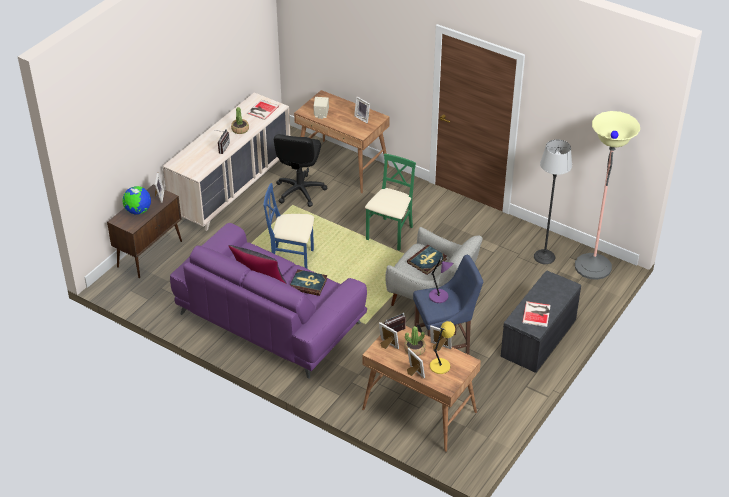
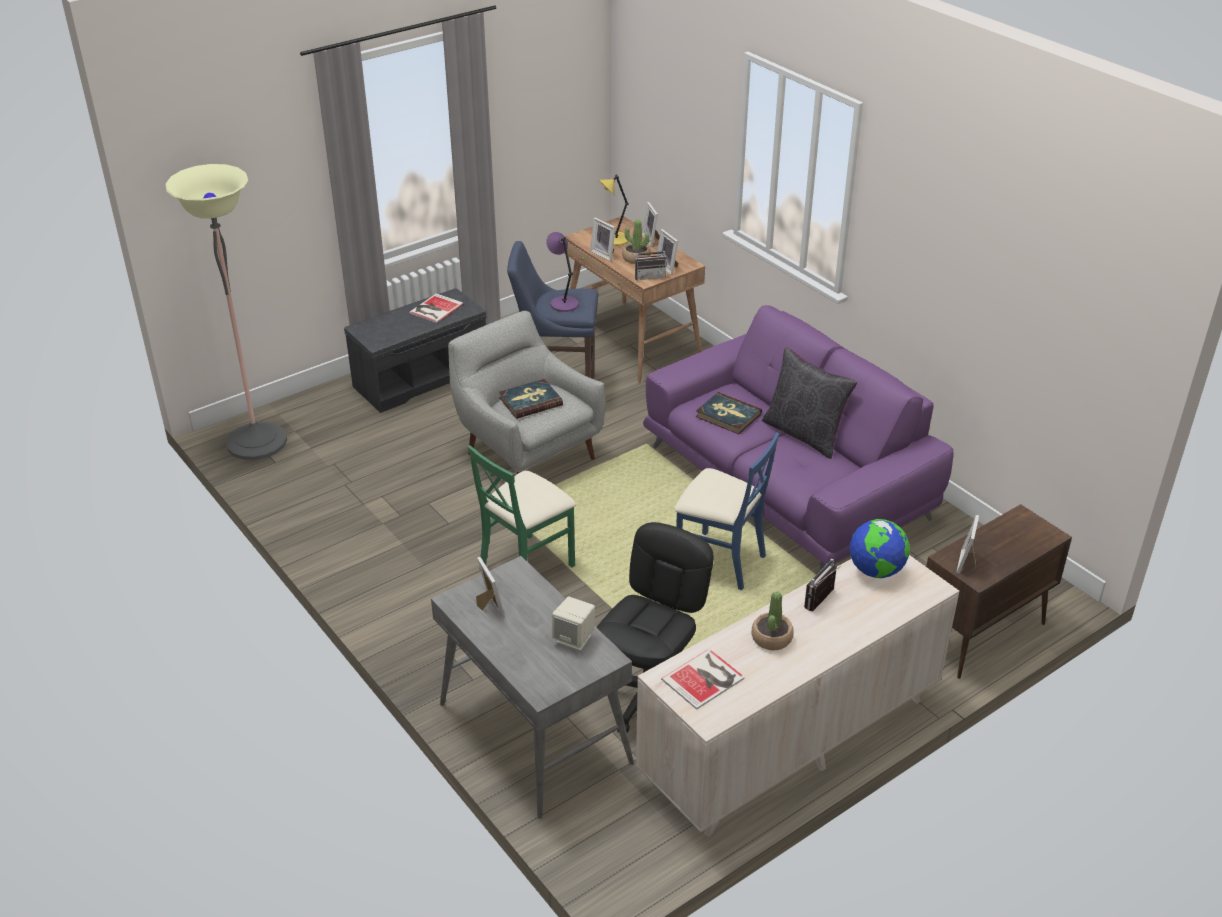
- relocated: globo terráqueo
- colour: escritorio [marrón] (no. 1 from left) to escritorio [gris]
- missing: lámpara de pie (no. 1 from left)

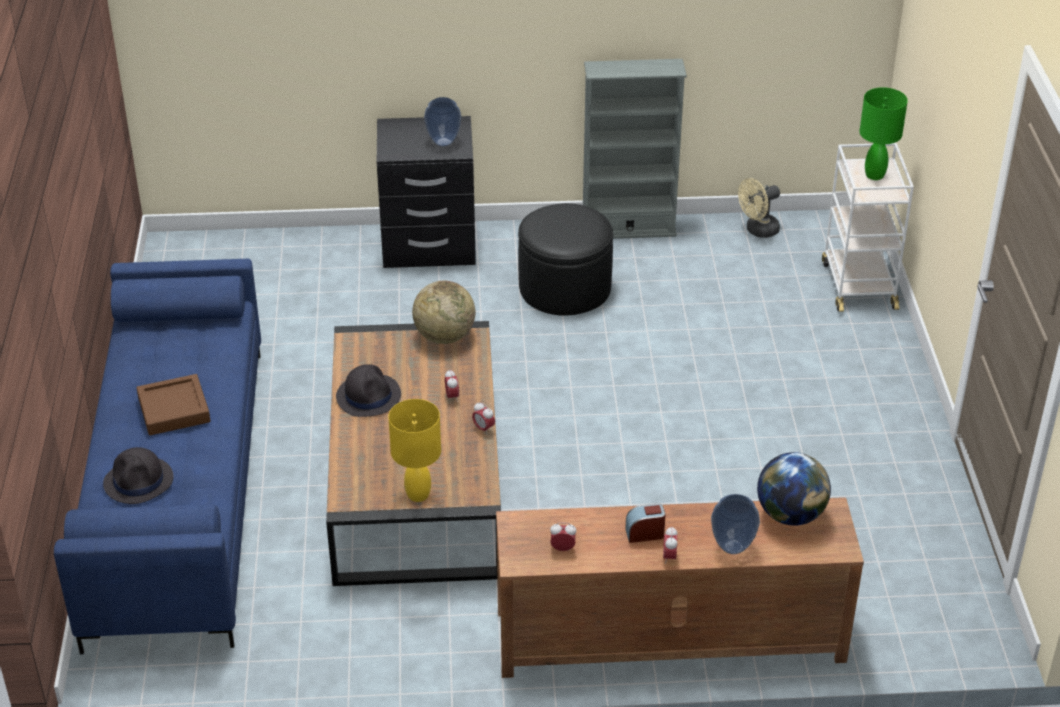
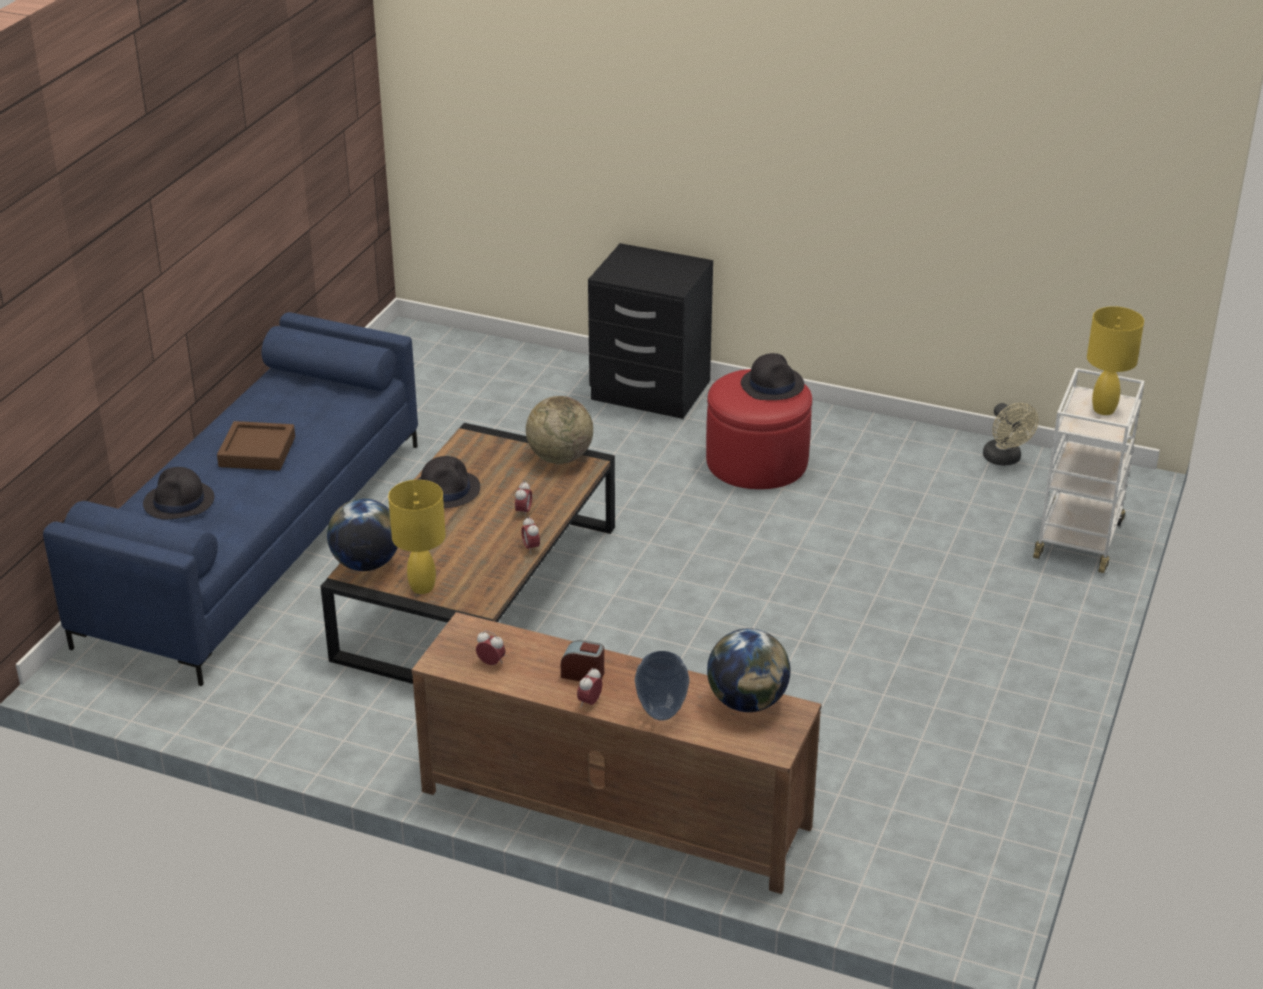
- missing: florero (no. 1 from left)
- colour: puf [negro] to puf [rojo]
- missing: estantería [gris]
- spun: ventilador [beis] 105 degrees counterclockwise
- colour: lámpara de mesa [verde] to lámpara de mesa [amarillo] (no. 2 from left)
- appeared: globo terráqueo (no. 1 from left)
- appeared: sombrero [negro] (no. 3 from left)

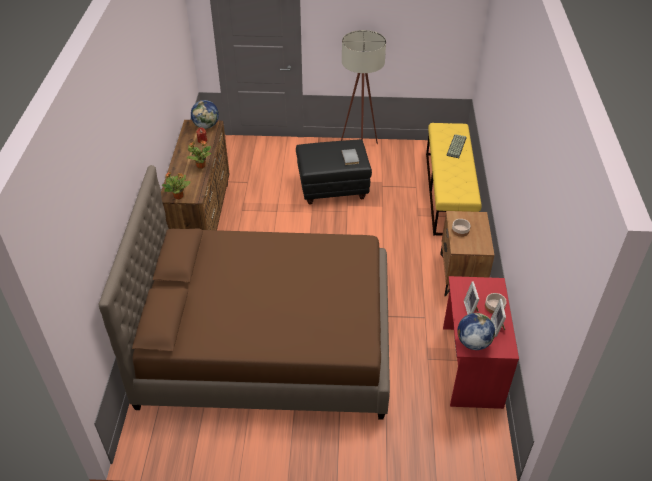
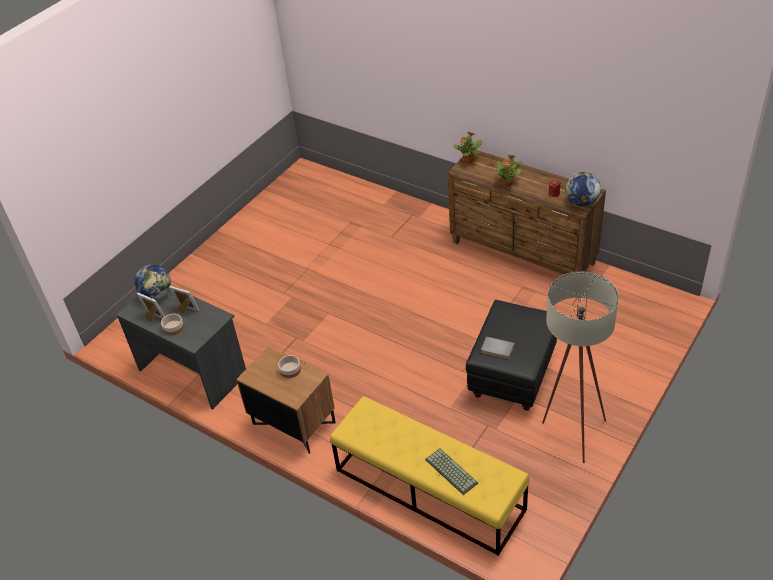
- missing: cama [marrón]
- colour: escritorio [rojo] to escritorio [gris]

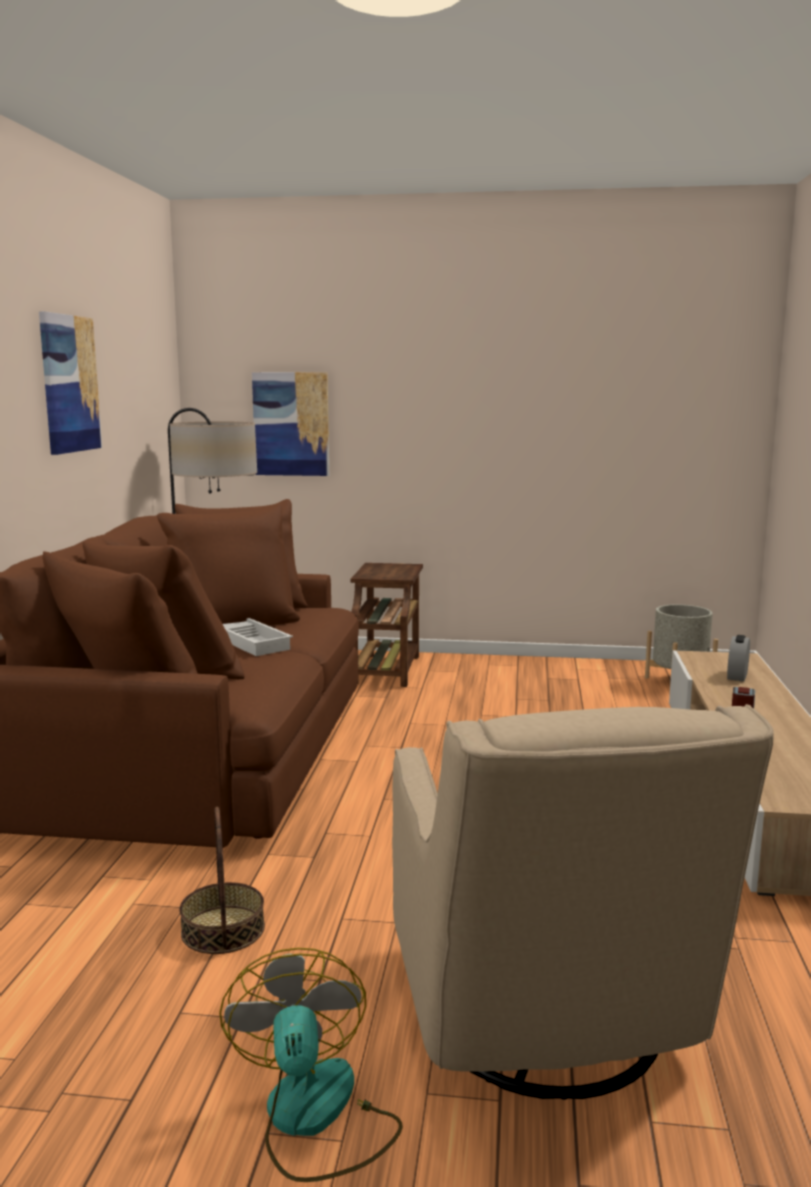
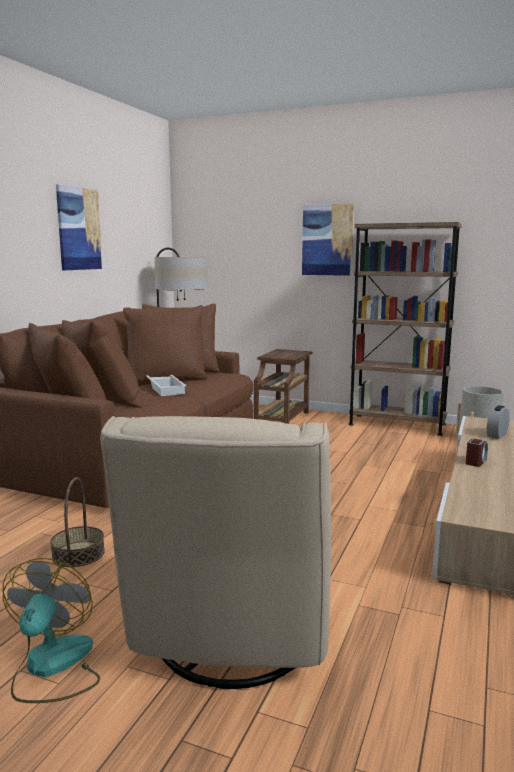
- relocated: cuadro (no. 2 from left)
- appeared: estantería [marrón]

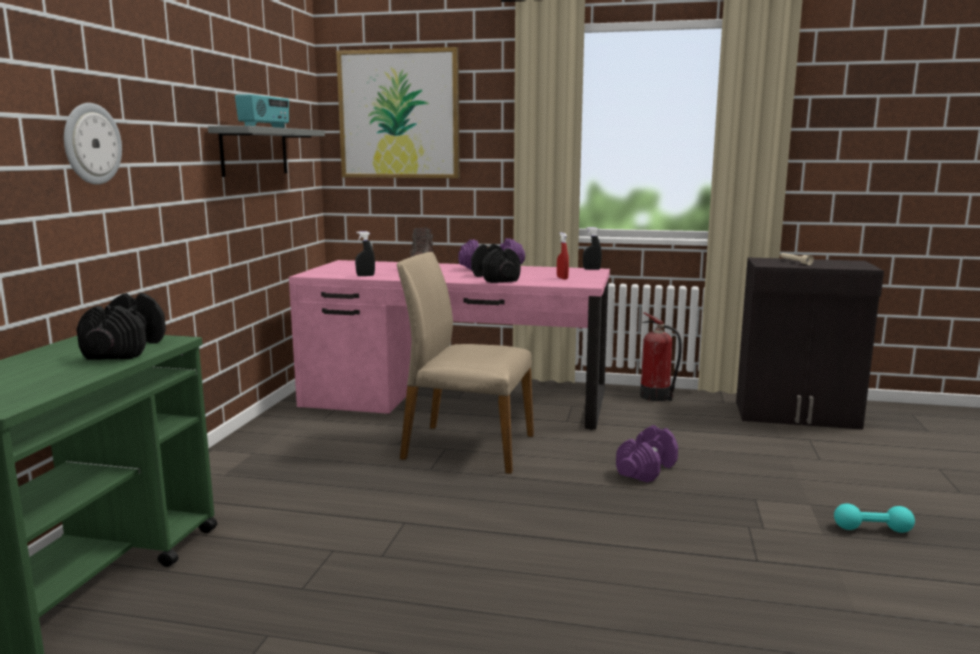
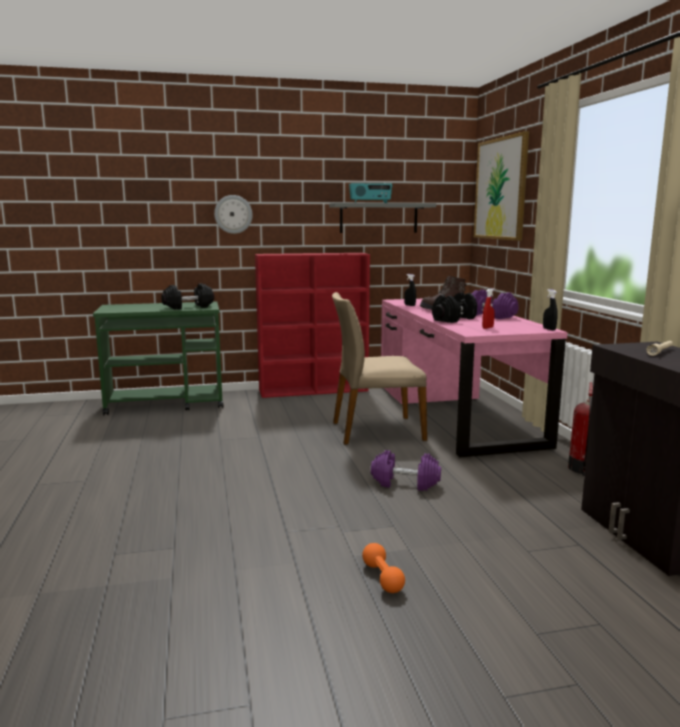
- spun: silla [beis] 90 degrees counterclockwise
- colour: mancuerna [turquesa] to mancuerna [naranja]
- appeared: estantería [rojo]

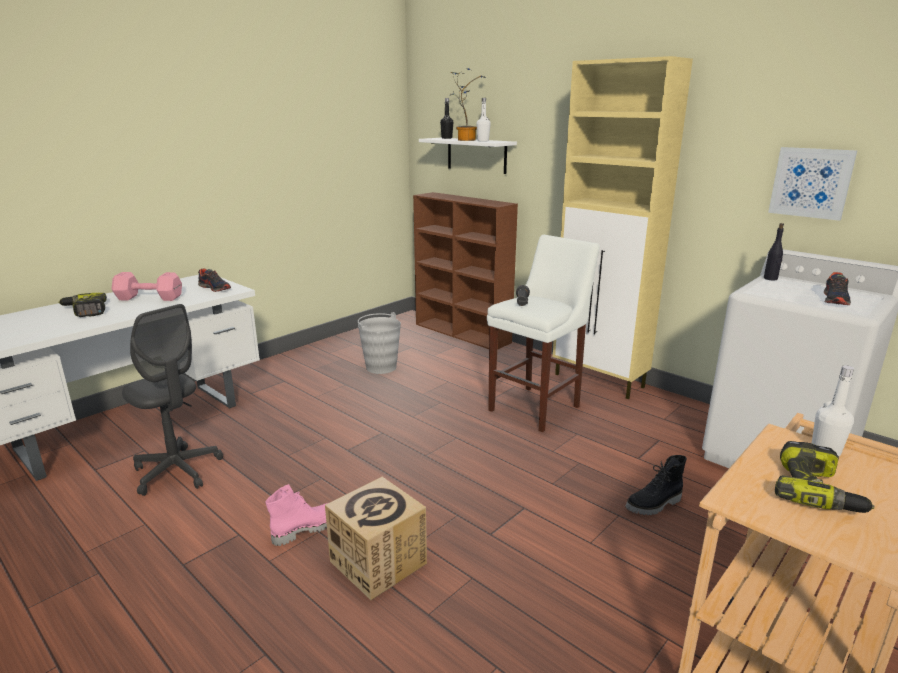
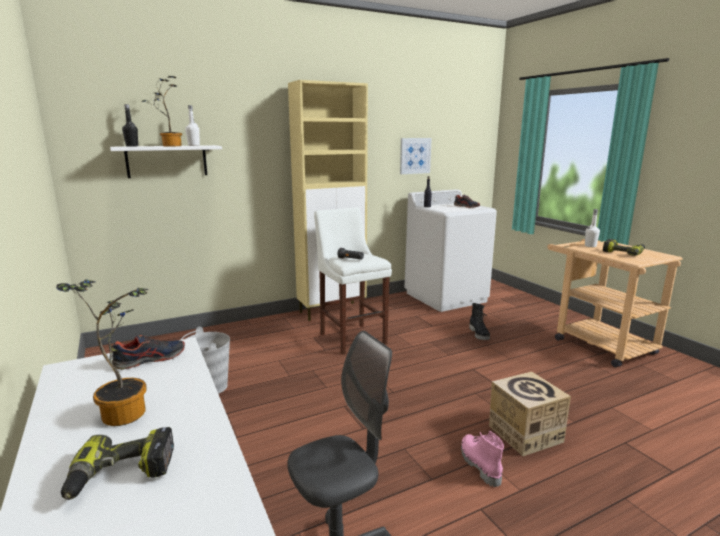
- exchanged: mancuerna [rosa] to planta en maceta (no. 1 from left)
- missing: estantería [marrón]

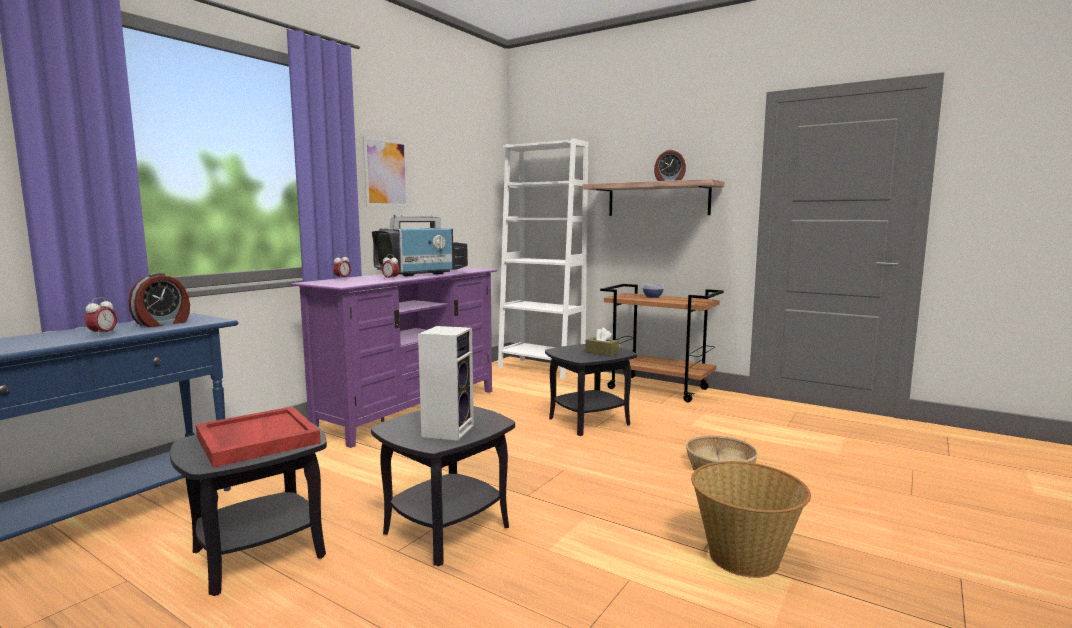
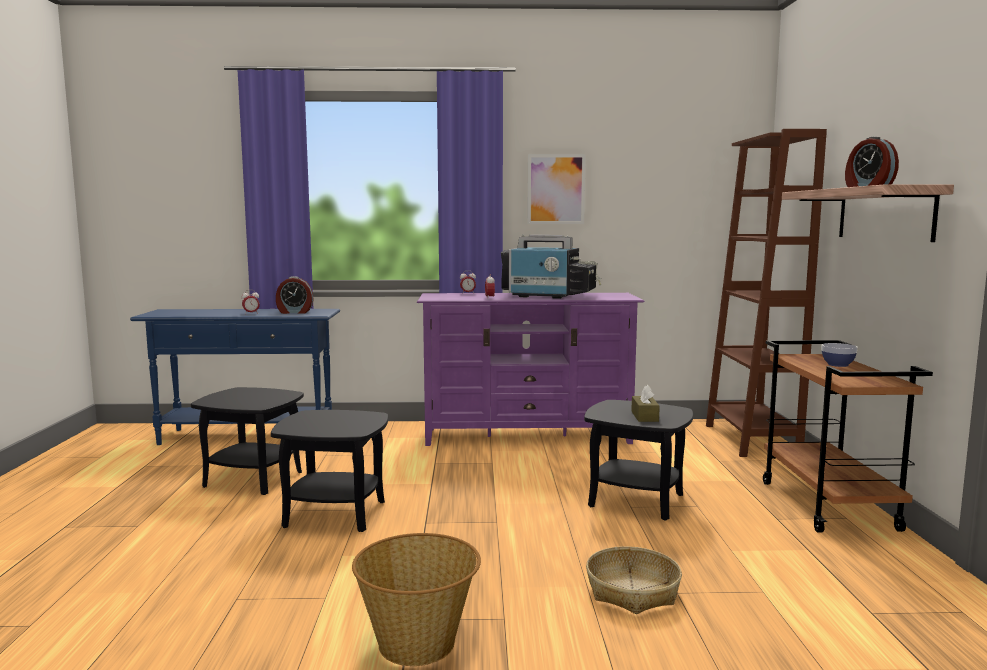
- missing: bandeja [rojo]
- missing: altavoz
- colour: estantería [blanco] to estantería [marrón]

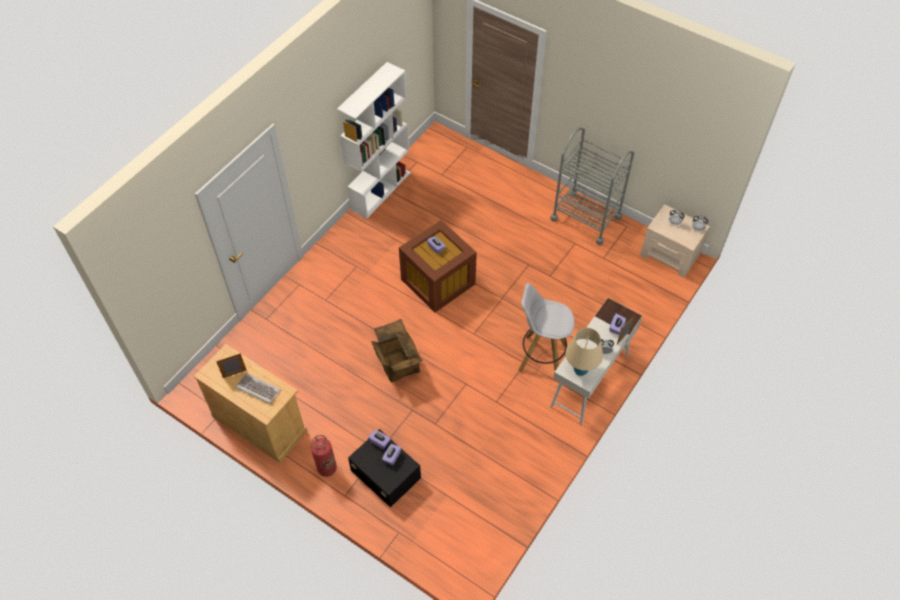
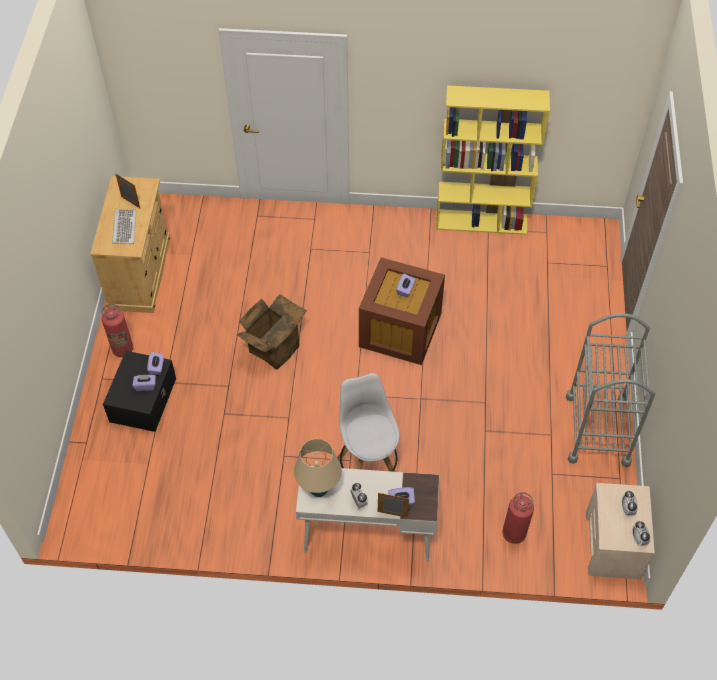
- colour: estantería [blanco] to estantería [amarillo]
- appeared: extintor (no. 2 from left)

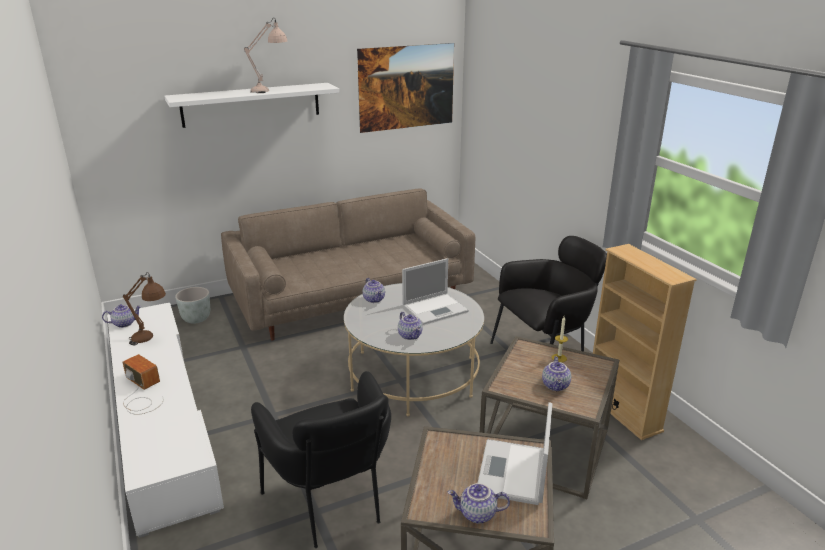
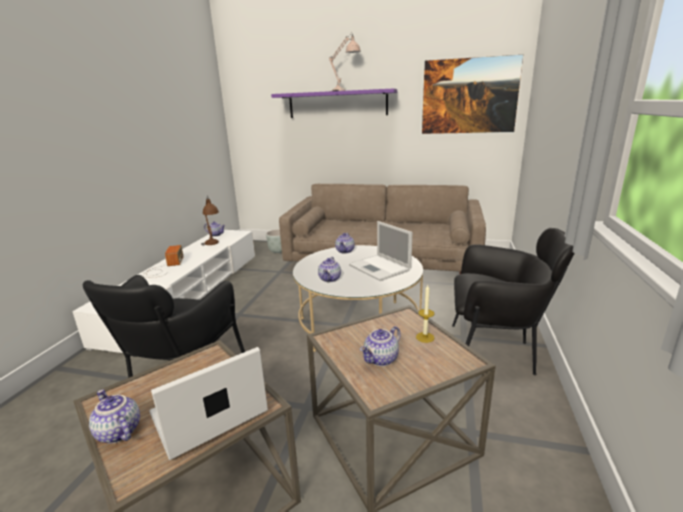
- colour: estante [blanco] to estante [morado]
- spun: portátil (no. 1 from left in the first image) 45 degrees clockwise
- missing: estantería [beis]

